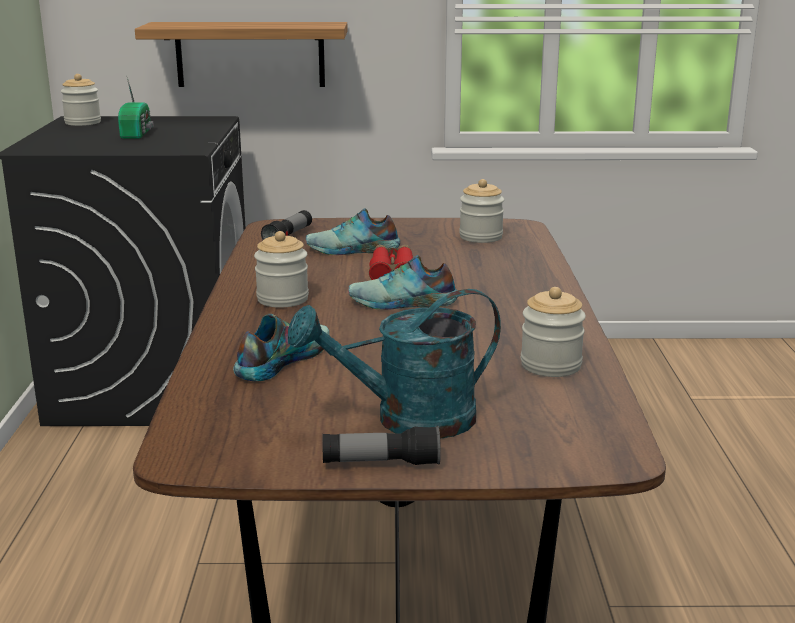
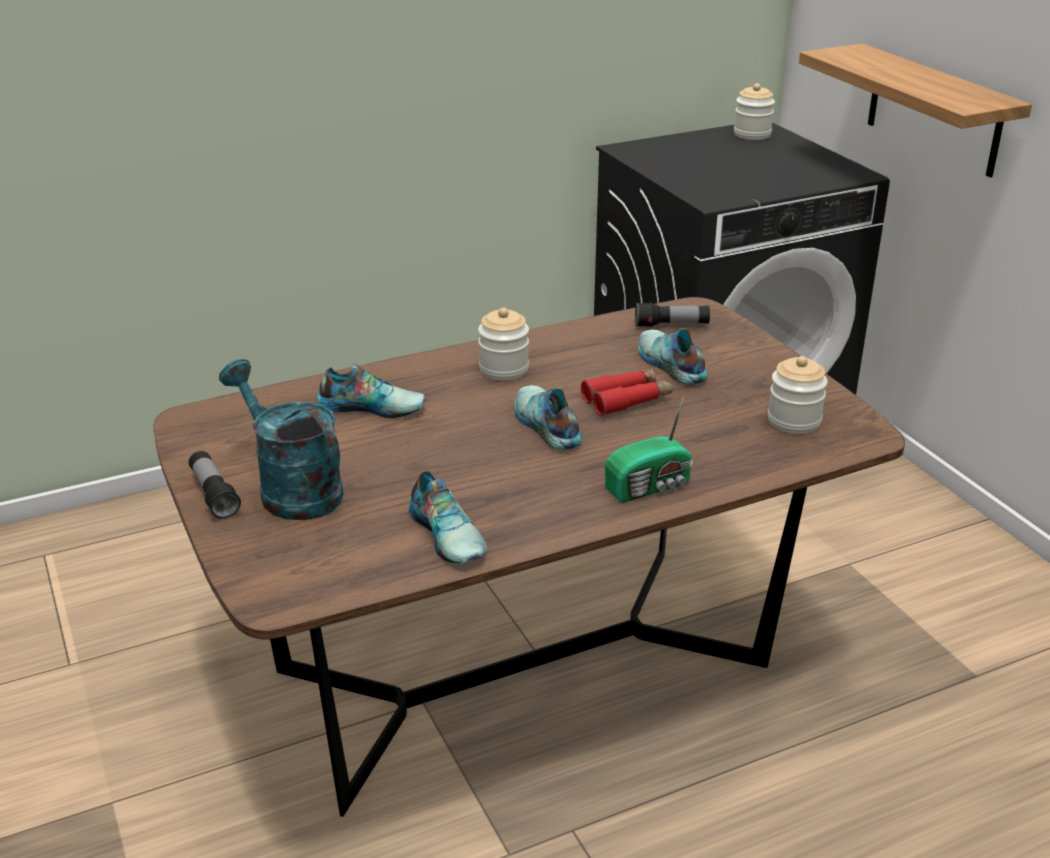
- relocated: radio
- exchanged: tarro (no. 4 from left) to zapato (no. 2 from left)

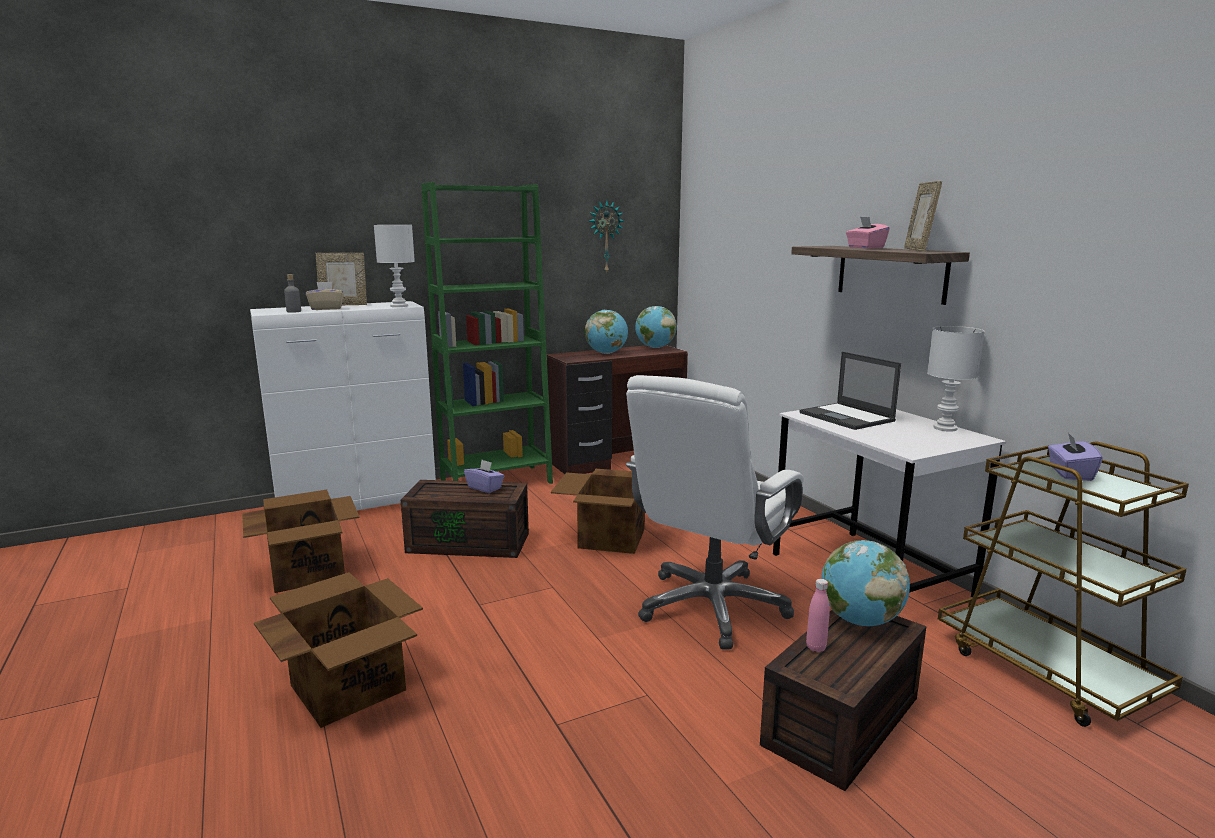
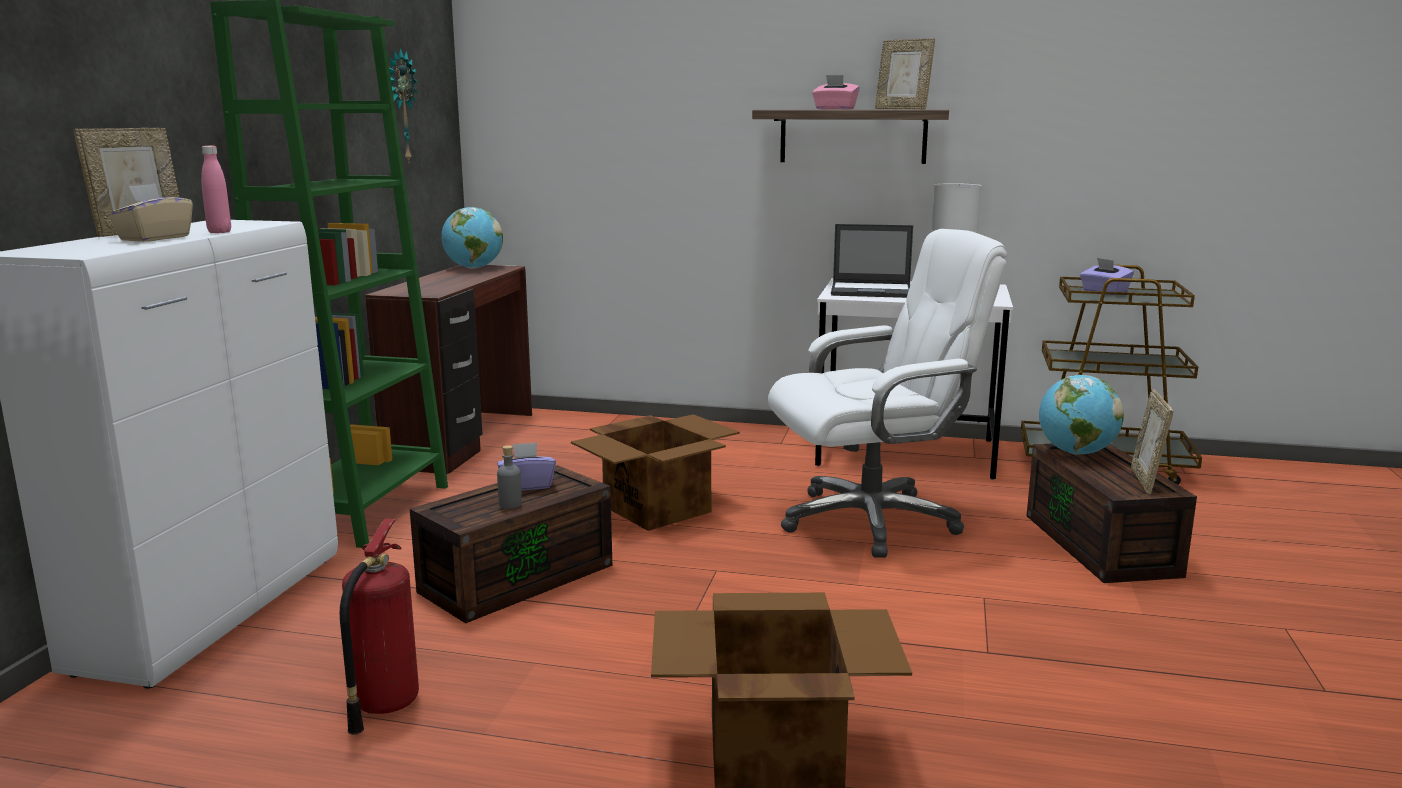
- exchanged: caja de cartón (no. 1 from left) to extintor
- relocated: botella [gris]
- missing: lámpara de mesa [blanco] (no. 1 from left)
- missing: globo terráqueo (no. 1 from left)
- spun: silla de oficina [blanco] 90 degrees counterclockwise
- relocated: botella [rosa]
- appeared: portarretratos (no. 3 from left)

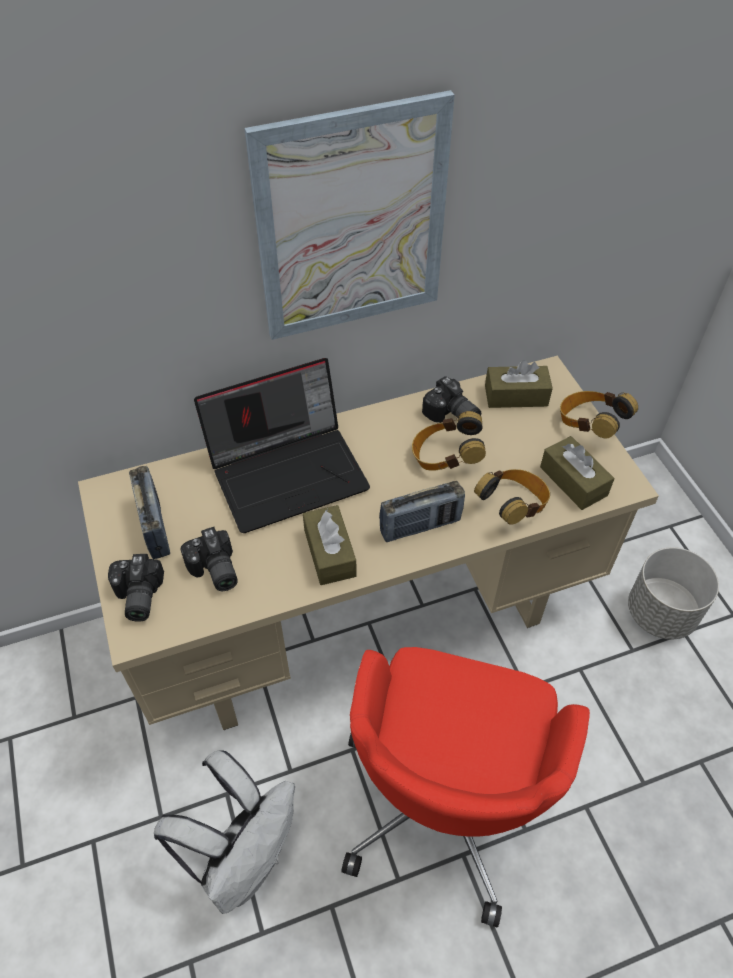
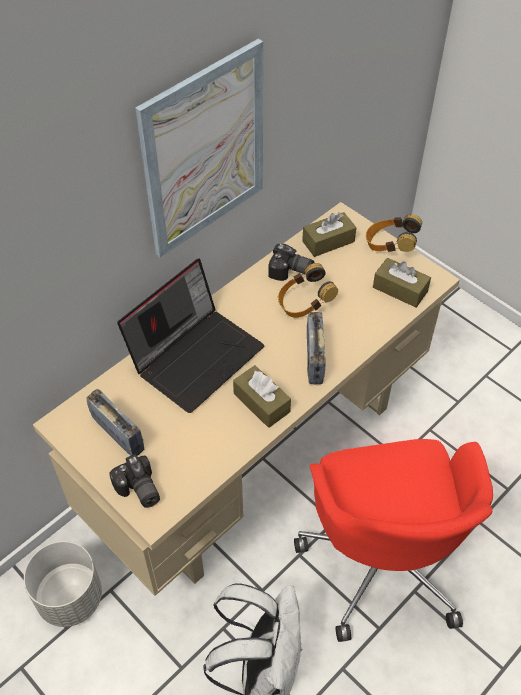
- missing: cámara (no. 2 from left)
- spun: radio (no. 2 from left) 135 degrees clockwise
- missing: auriculares (no. 2 from left)
- relocated: maceta [gris]

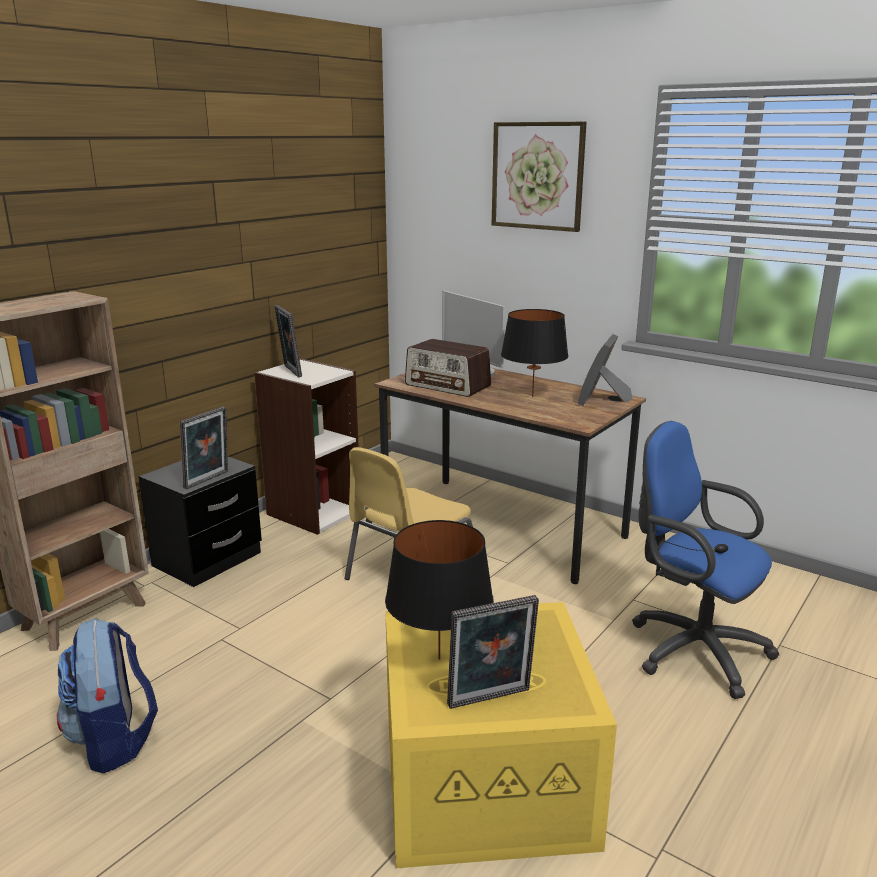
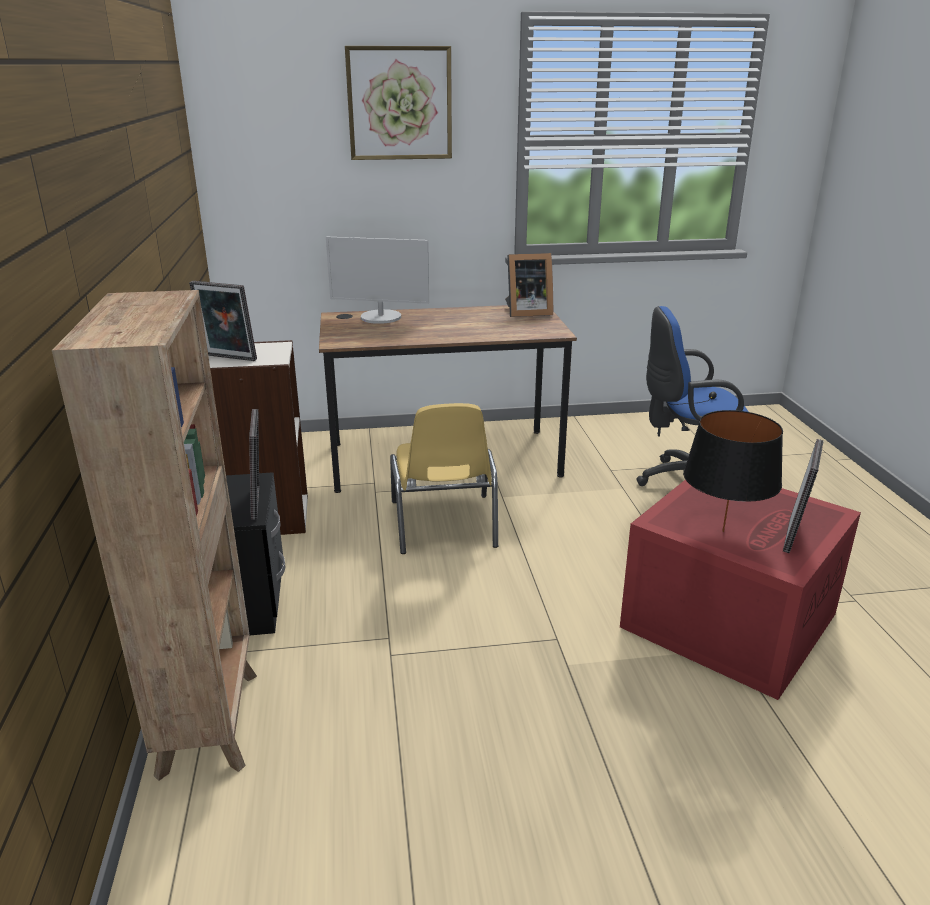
- missing: mochila
- colour: caja de almacenaje [amarillo] to caja de almacenaje [rojo]
- missing: radio
- missing: lámpara de mesa [negro] (no. 2 from left)
- spun: portarretratos (no. 4 from left in the first image) 75 degrees counterclockwise

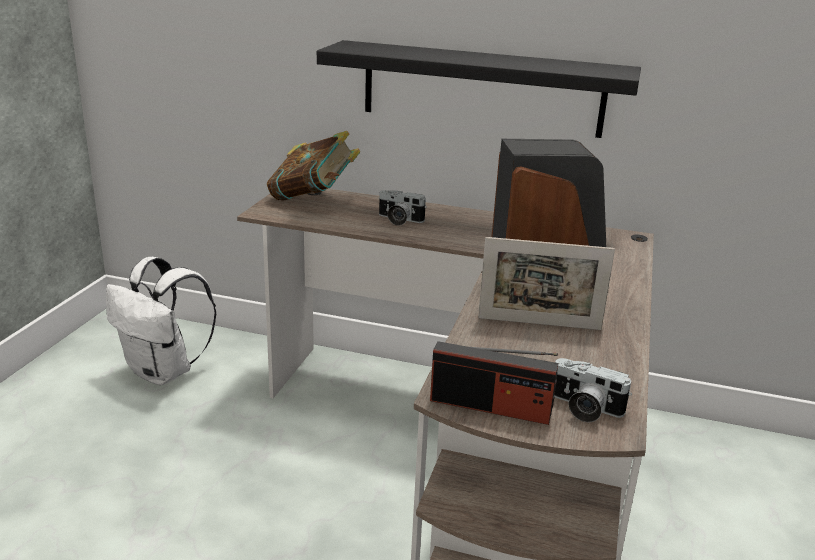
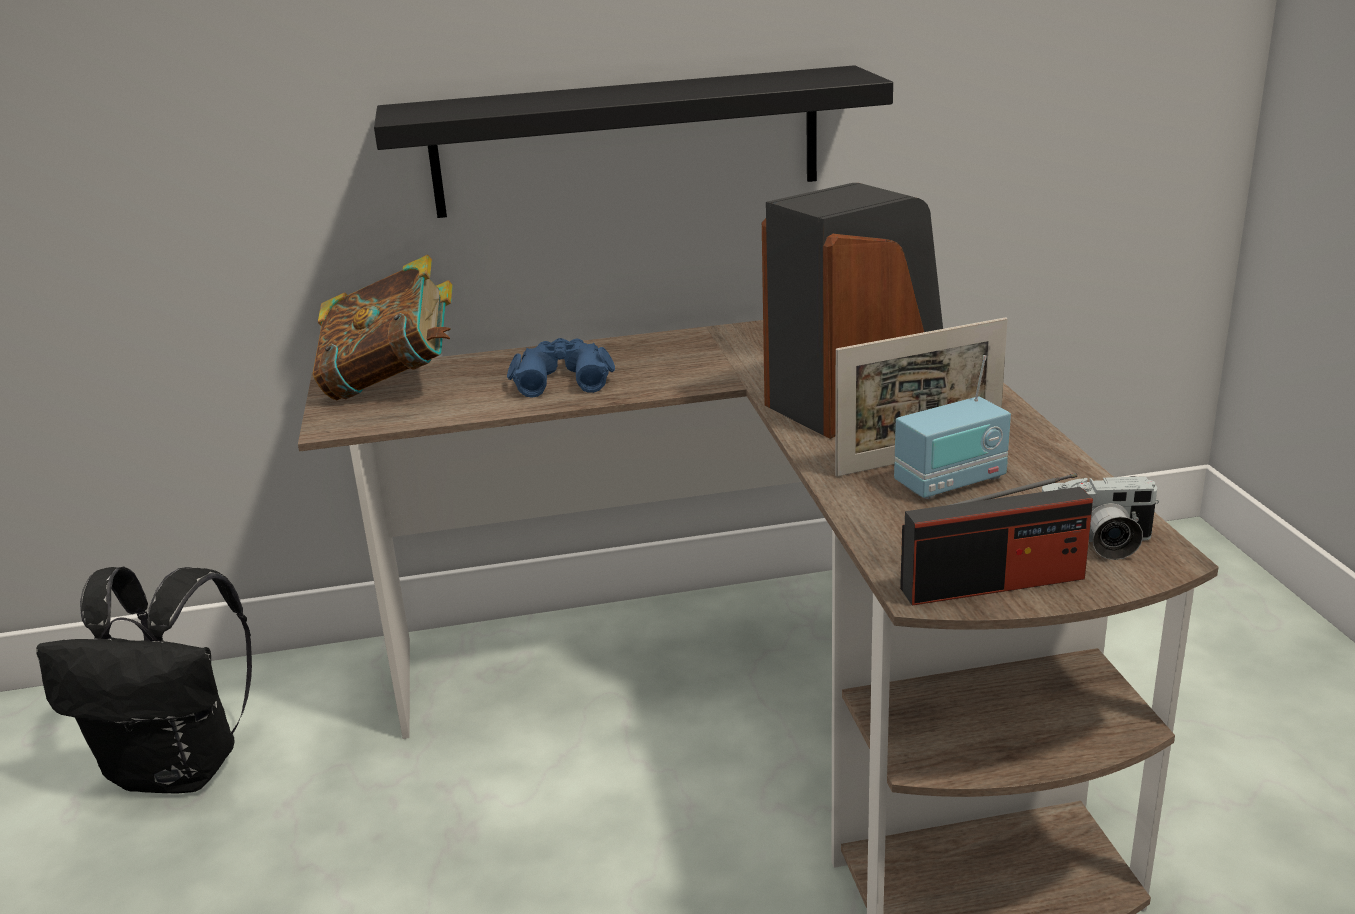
- colour: mochila [blanco] to mochila [negro]
- exchanged: cámara (no. 1 from left) to prismáticos [azul]
- appeared: radio (no. 1 from left)

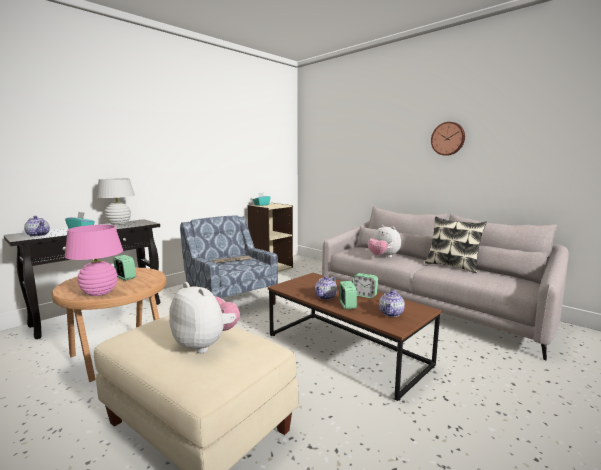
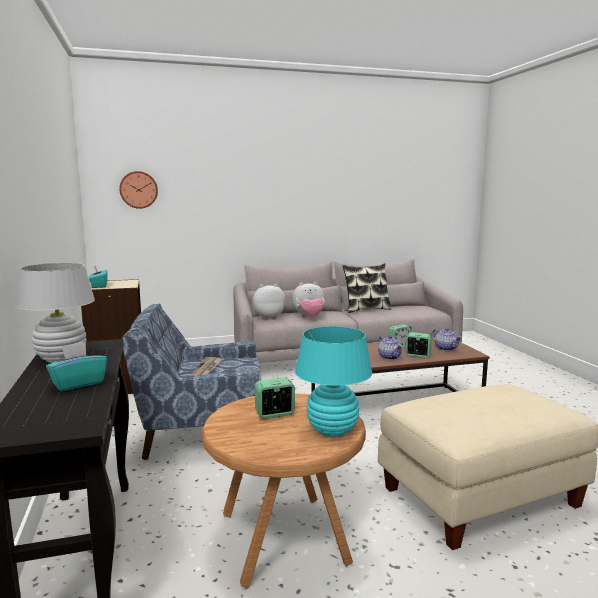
- missing: tetera (no. 1 from left)
- colour: lámpara de mesa [rosa] to lámpara de mesa [turquesa]
- relocated: peluche (no. 1 from left)
- relocated: reloj de pared

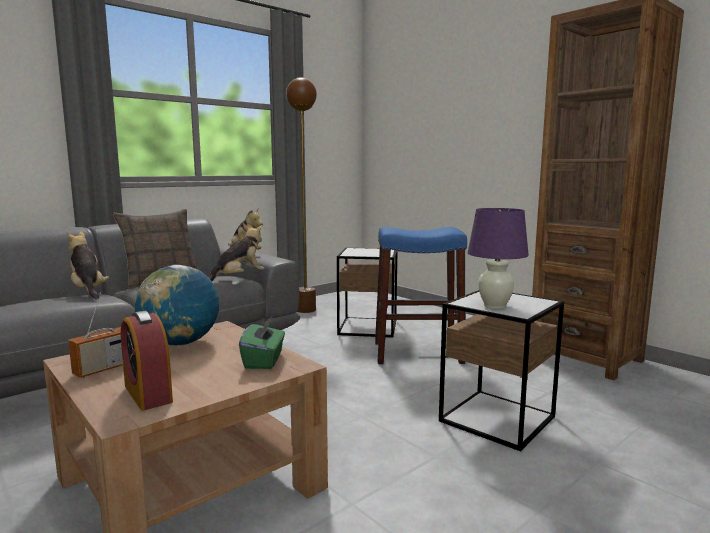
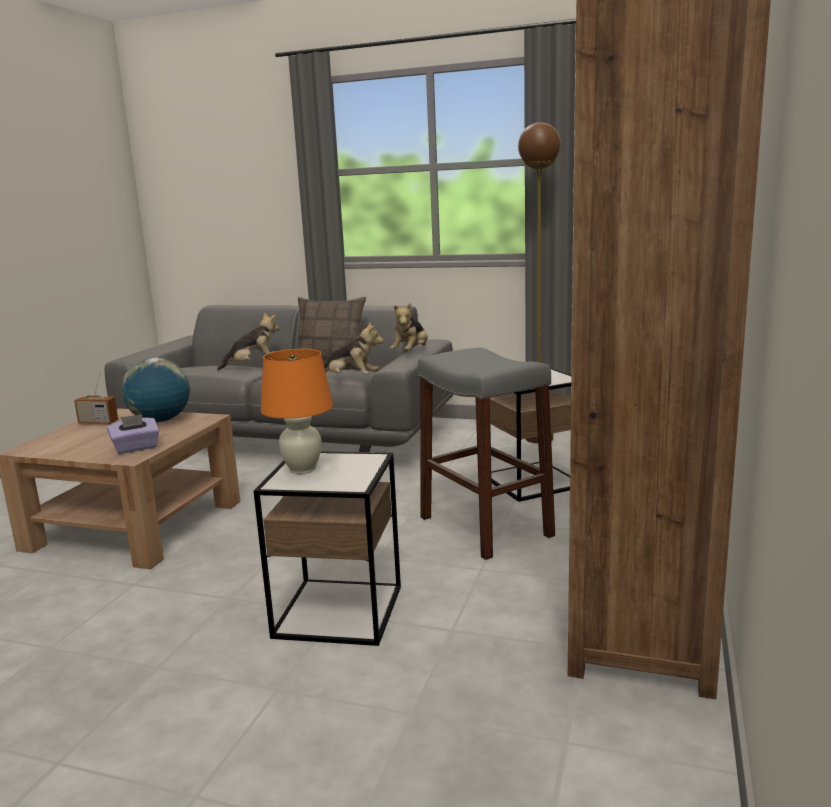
- spun: peluche (no. 1 from left) 45 degrees clockwise
- missing: despertador
- colour: caja de pañuelos [verde] to caja de pañuelos [morado]
- colour: taburete [azul] to taburete [gris]
- colour: lámpara de mesa [morado] to lámpara de mesa [naranja]

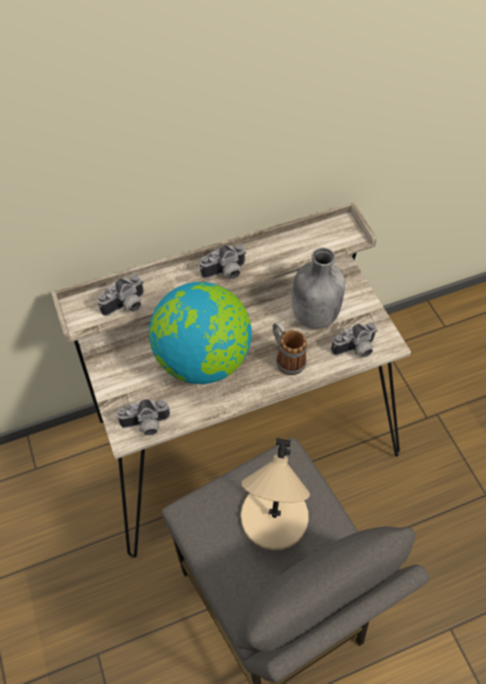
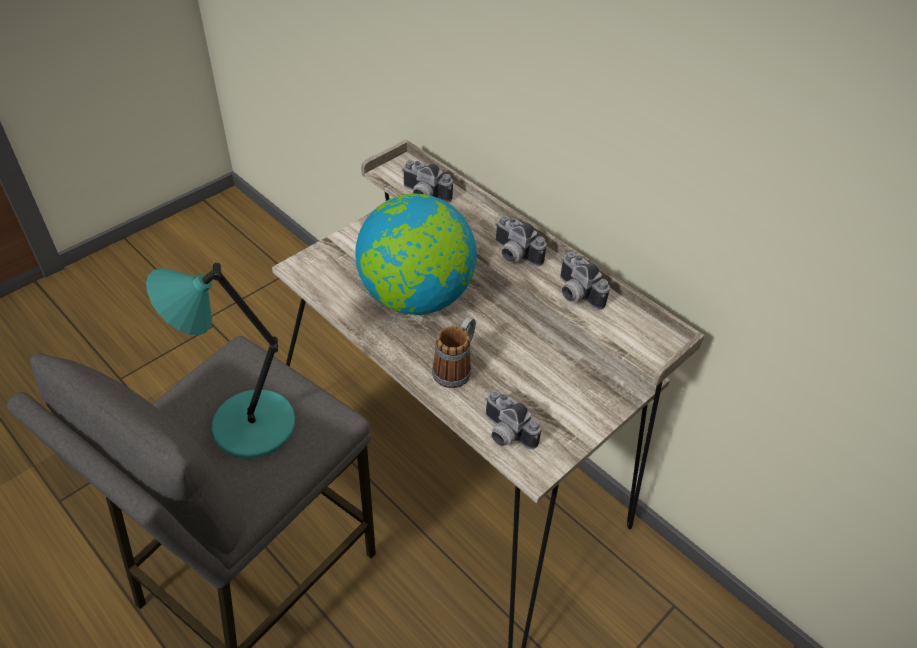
- relocated: cámara (no. 2 from left in the first image) to cámara (no. 4 from left)
- colour: lámpara de mesa [beis] to lámpara de mesa [turquesa]
- missing: botella [gris]

